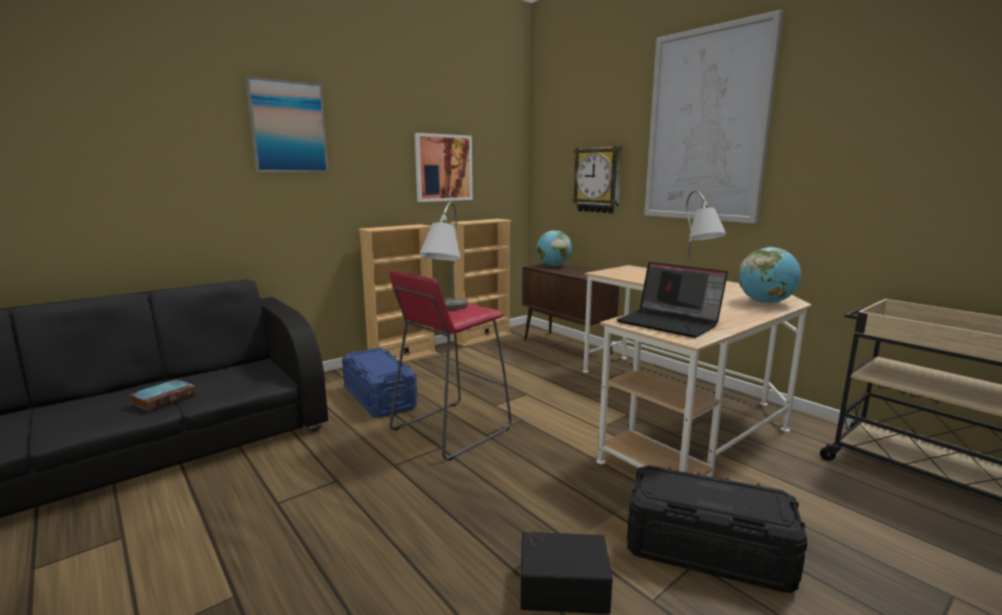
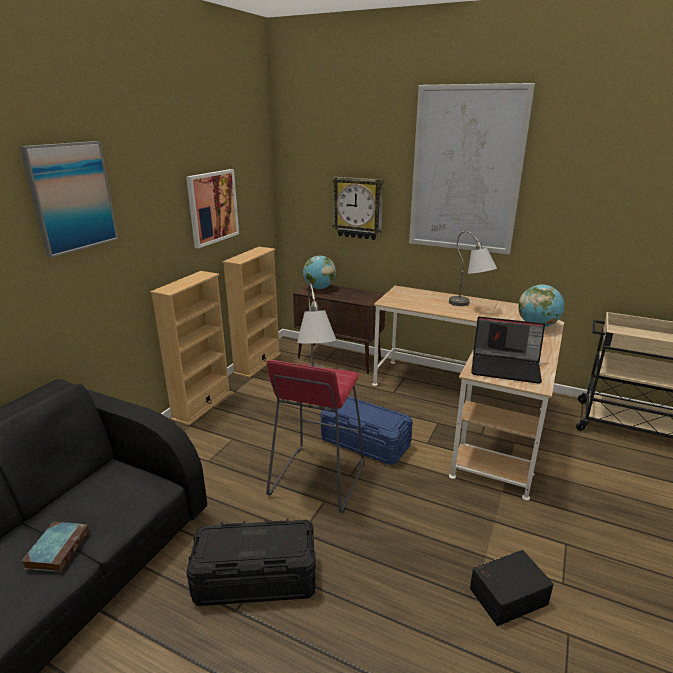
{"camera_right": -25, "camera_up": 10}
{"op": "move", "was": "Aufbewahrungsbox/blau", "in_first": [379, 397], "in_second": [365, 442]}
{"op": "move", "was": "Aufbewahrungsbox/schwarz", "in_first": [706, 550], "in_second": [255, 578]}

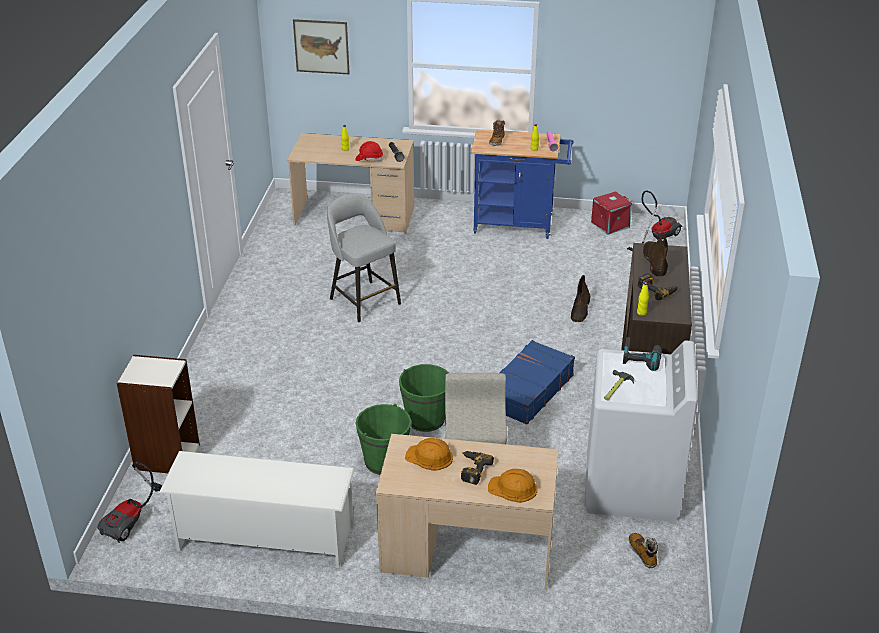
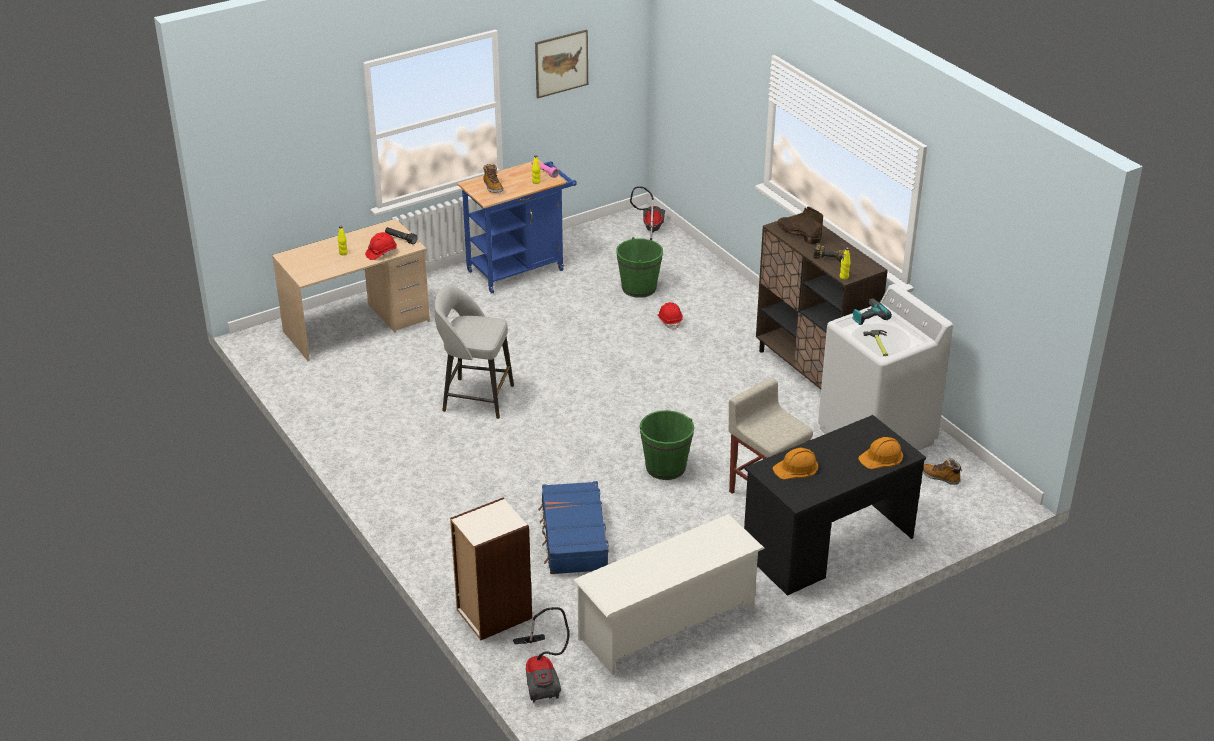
{"camera_right": -40, "camera_up": 0}
{"op": "move", "was": "Bild", "in_first": [321, 46], "in_second": [561, 63]}
{"op": "delete", "was": "Aufbewahrungsbox/rot", "in_first": [610, 224]}
{"op": "replace", "was": "Stiefel/braun", "now": "Schutzhelm/rot", "in_first": [580, 311], "in_second": [669, 321]}
{"op": "move", "was": "Koffer/blau", "in_first": [528, 391], "in_second": [573, 538]}
{"op": "move", "was": "Eimer/grün", "in_first": [385, 461], "in_second": [639, 288]}
{"op": "recolor", "was": "Schreibtisch/beige", "now": "Schreibtisch/schwarz", "in_first": [467, 552], "in_second": [827, 545]}
{"op": "delete", "was": "Bohrmaschine", "in_first": [471, 469]}

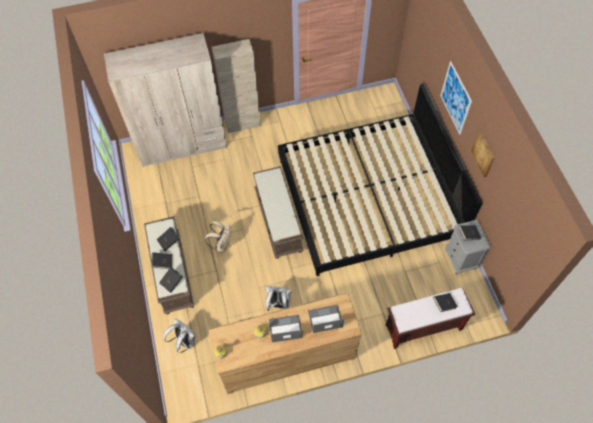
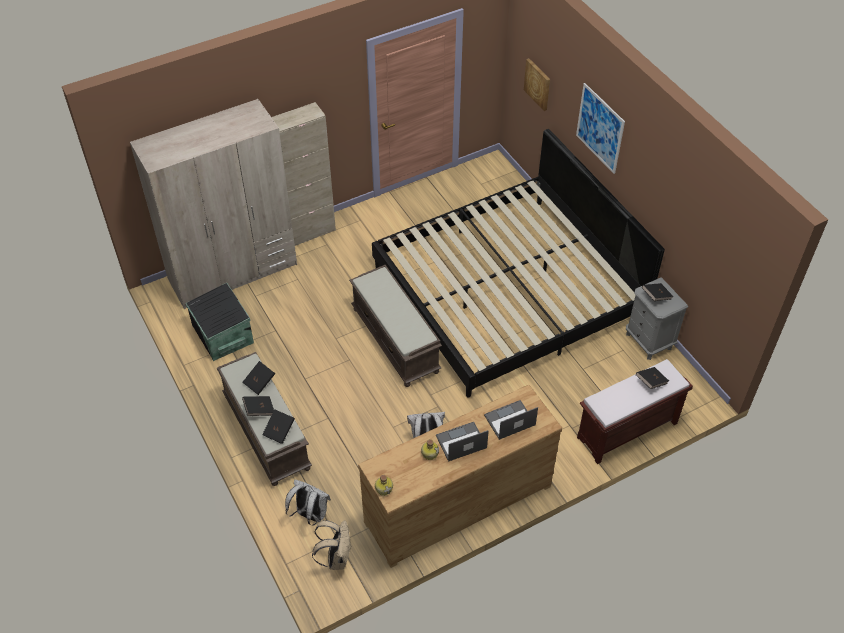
{"camera_right": -15, "camera_up": -10}
{"op": "move", "was": "Bild", "in_first": [483, 153], "in_second": [538, 84]}
{"op": "move", "was": "Rucksack/beige", "in_first": [222, 244], "in_second": [336, 557]}
{"op": "insert", "now": "Aufbewahrungsbox/schwarz", "in_second": [222, 335]}

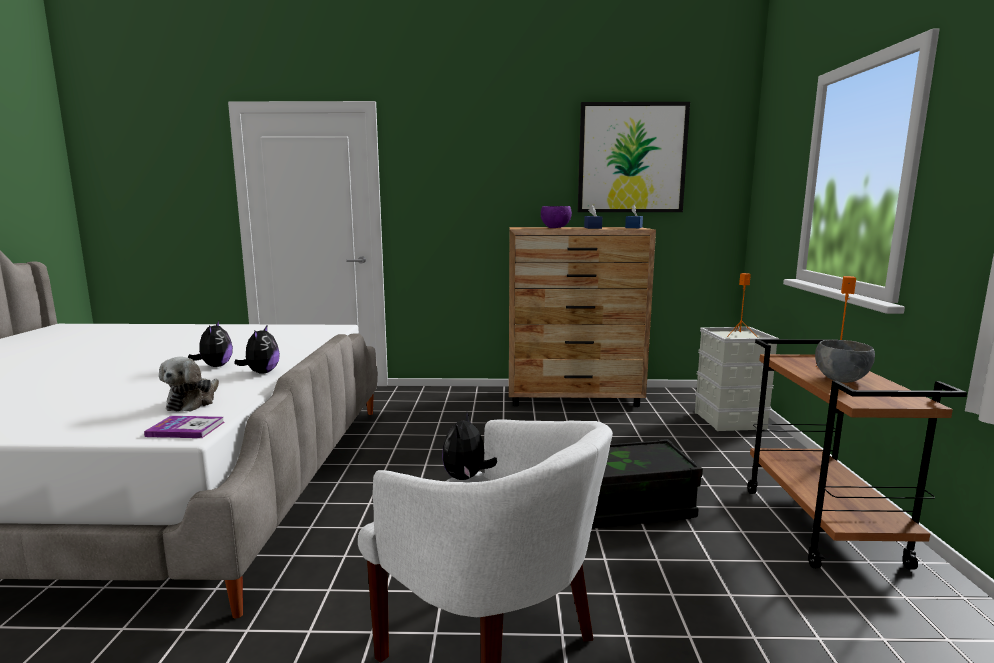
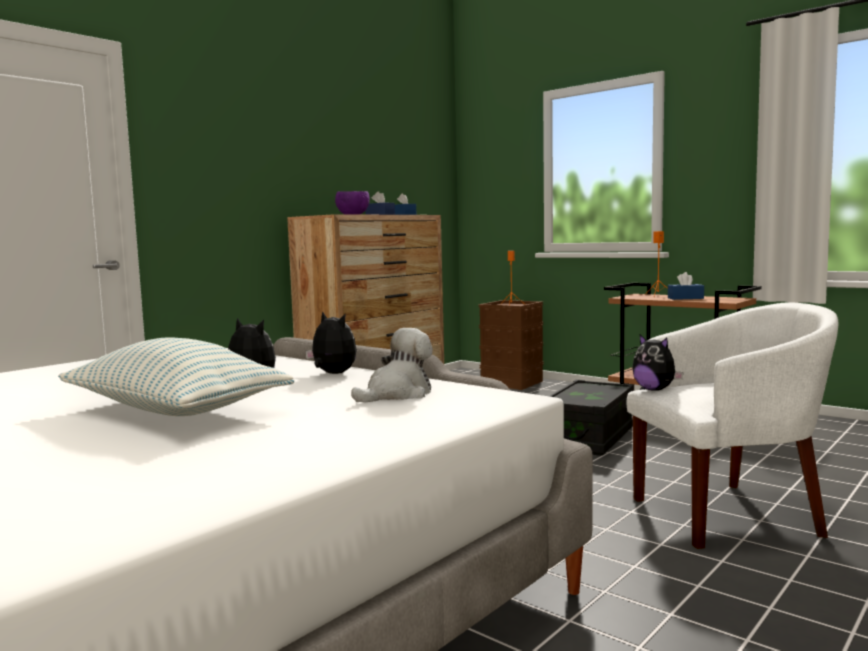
{"camera_right": -50, "camera_up": -5}
{"op": "delete", "was": "Bild", "in_first": [631, 158]}
{"op": "recolor", "was": "Aufbewahrungsbox/grau", "now": "Aufbewahrungsbox/braun", "in_first": [730, 420], "in_second": [512, 383]}
{"op": "replace", "was": "Schüssel/grau", "now": "Taschentuchbox/blau", "in_first": [840, 379], "in_second": [685, 298]}
{"op": "rotate", "was": "Plüschtier", "in_first": [193, 402], "in_second": [397, 394], "clockwise": -90}
{"op": "delete", "was": "Buch", "in_first": [186, 429]}
{"op": "insert", "now": "Kissen", "in_second": [175, 411]}

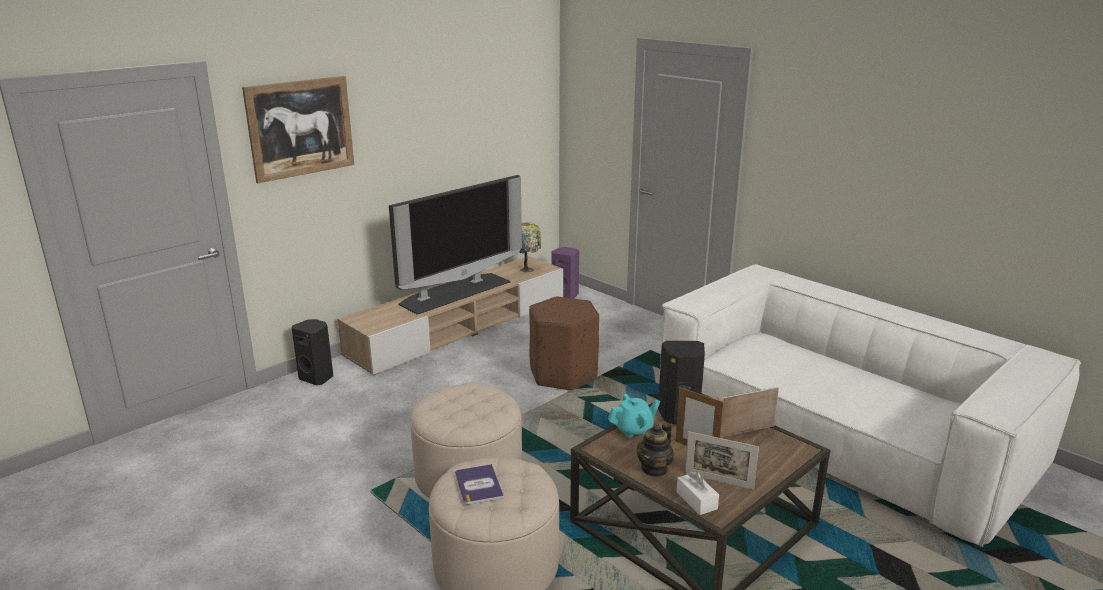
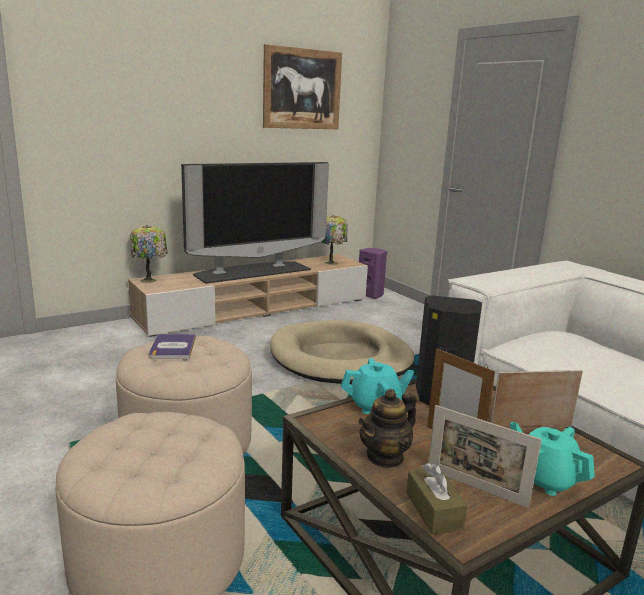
{"camera_right": 10, "camera_up": -5}
{"op": "move", "was": "Bild", "in_first": [300, 128], "in_second": [302, 89]}
{"op": "replace", "was": "Polsterhocker/braun", "now": "Hundebett/beige", "in_first": [563, 374], "in_second": [341, 359]}
{"op": "delete", "was": "Lautsprecher/schwarz", "in_first": [317, 378]}
{"op": "move", "was": "Buch", "in_first": [478, 485], "in_second": [173, 347]}
{"op": "recolor", "was": "Taschentuchbox/weiß", "now": "Taschentuchbox/braun", "in_first": [696, 500], "in_second": [433, 510]}
{"op": "insert", "now": "Tischlampe", "in_second": [149, 280]}
{"op": "insert", "now": "Teekanne/türkis", "in_second": [544, 479]}

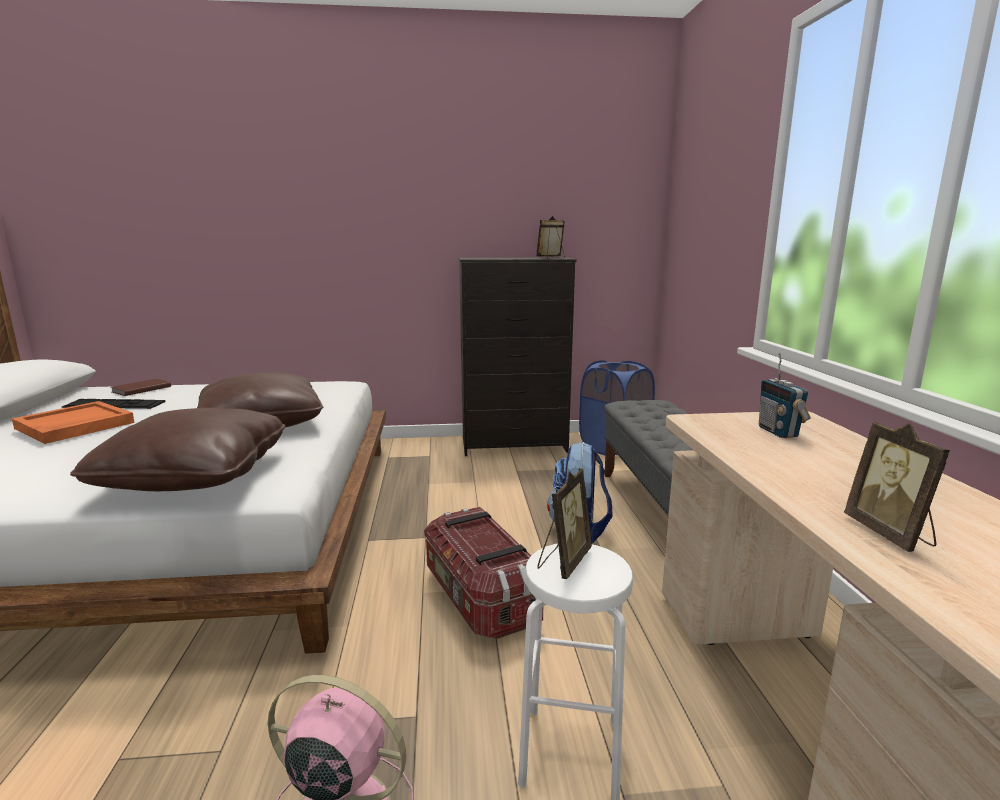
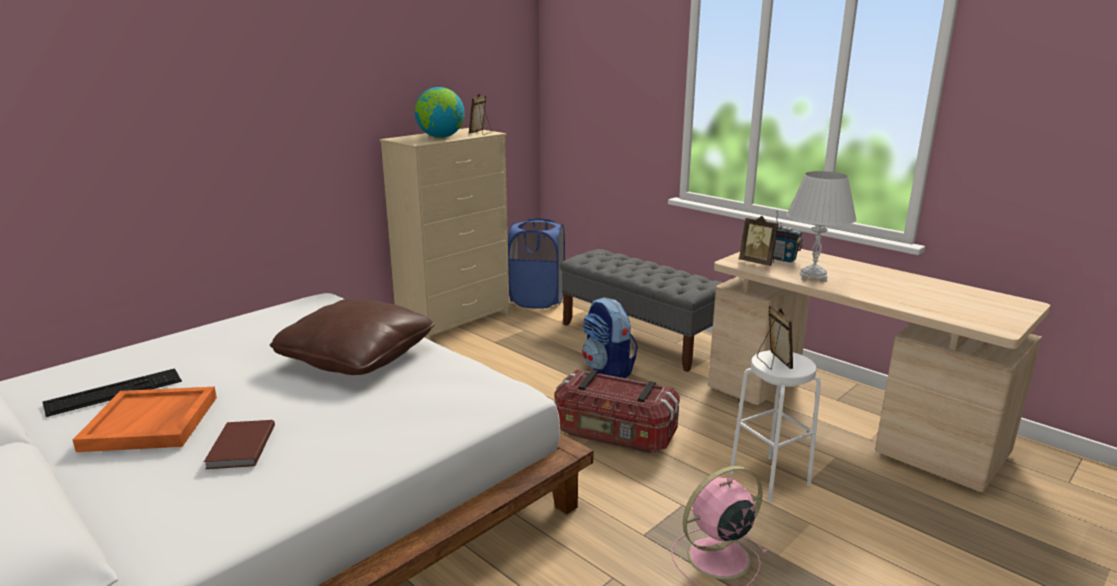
{"camera_right": -40, "camera_up": 5}
{"op": "recolor", "was": "Kommode/schwarz", "now": "Kommode/beige", "in_first": [515, 445], "in_second": [455, 321]}
{"op": "move", "was": "Buch/braun", "in_first": [140, 389], "in_second": [239, 447]}
{"op": "delete", "was": "Kissen/braun", "in_first": [195, 475]}
{"op": "move", "was": "Bilderrahmen", "in_first": [890, 534], "in_second": [758, 262]}
{"op": "insert", "now": "Globus", "in_second": [440, 137]}
{"op": "insert", "now": "Tischlampe/weiß", "in_second": [813, 277]}

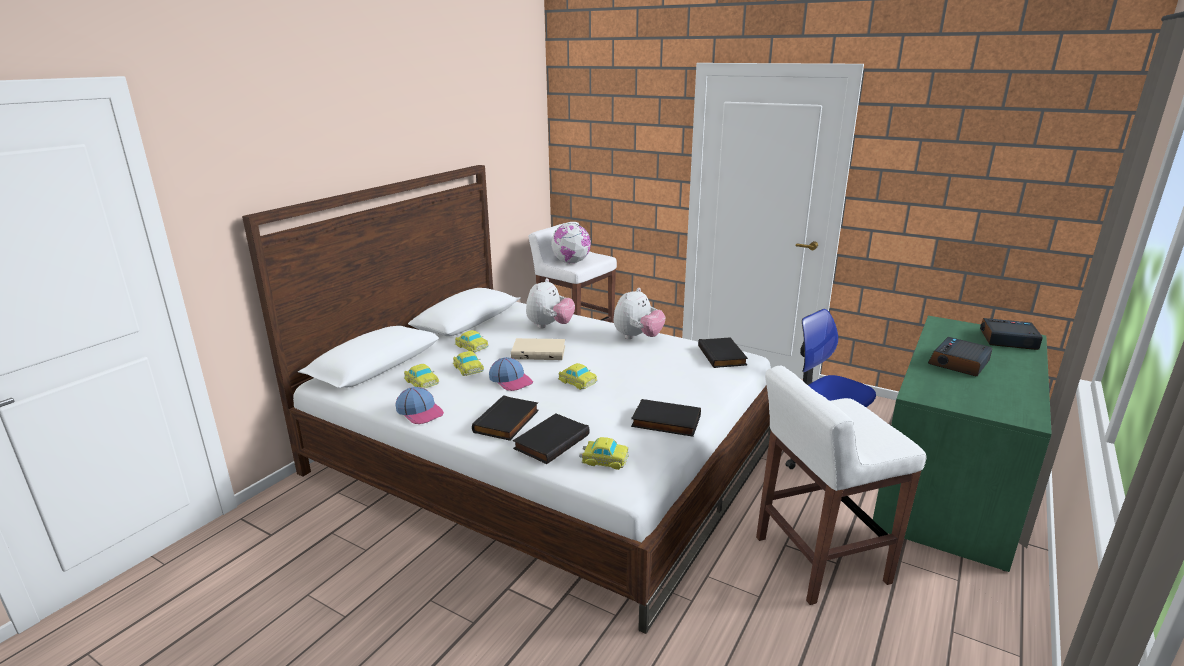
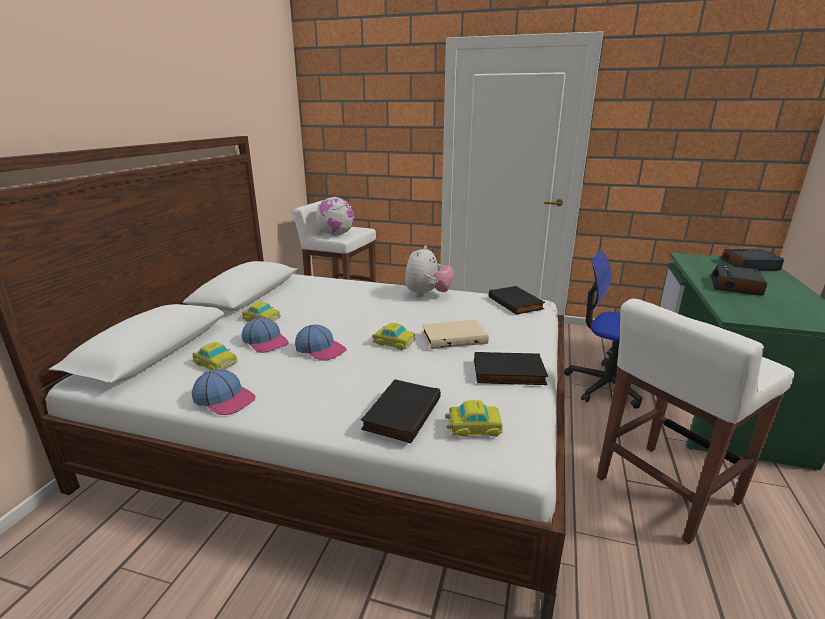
{"camera_right": -15, "camera_up": 0}
{"op": "delete", "was": "Plüschtier", "in_first": [550, 326]}
{"op": "move", "was": "Buch/beige", "in_first": [539, 352], "in_second": [454, 337]}
{"op": "replace", "was": "Spielzeugauto", "now": "Kappe", "in_first": [468, 368], "in_second": [266, 341]}
{"op": "delete", "was": "Buch/schwarz", "in_first": [507, 422]}

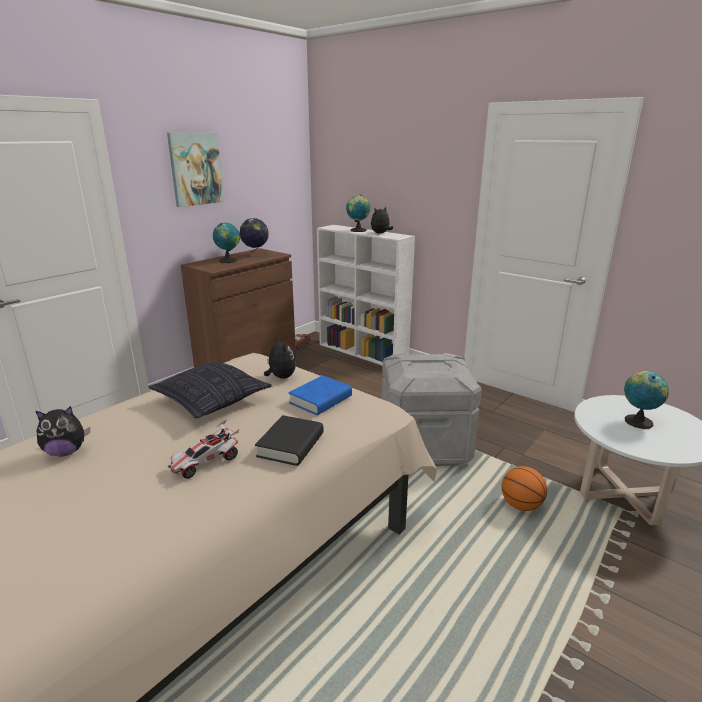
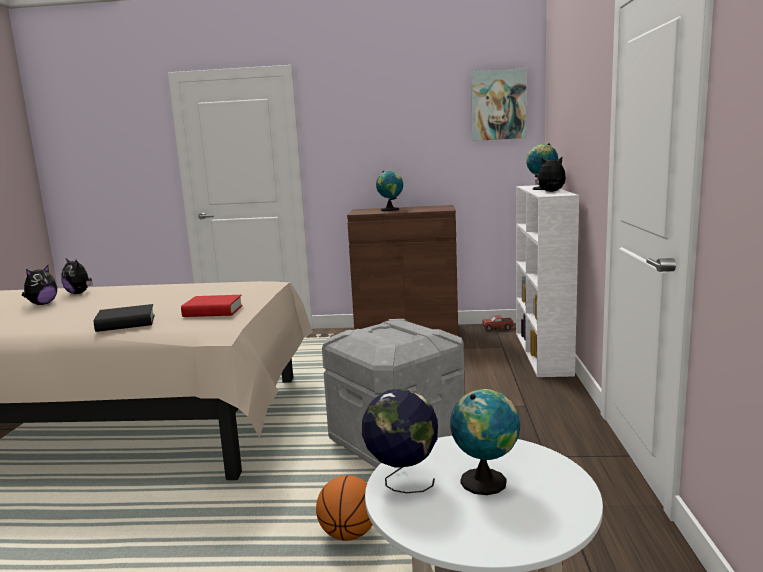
{"camera_right": 55, "camera_up": -10}
{"op": "move", "was": "Bild", "in_first": [195, 169], "in_second": [498, 105]}
{"op": "move", "was": "Globus", "in_first": [255, 255], "in_second": [402, 481]}
{"op": "move", "was": "Plüschtier", "in_first": [281, 377], "in_second": [42, 304]}
{"op": "delete", "was": "Kissen", "in_first": [211, 401]}
{"op": "recolor", "was": "Buch/blau", "now": "Buch/rot", "in_first": [320, 400], "in_second": [213, 311]}
{"op": "delete", "was": "Spielzeugauto", "in_first": [206, 463]}

